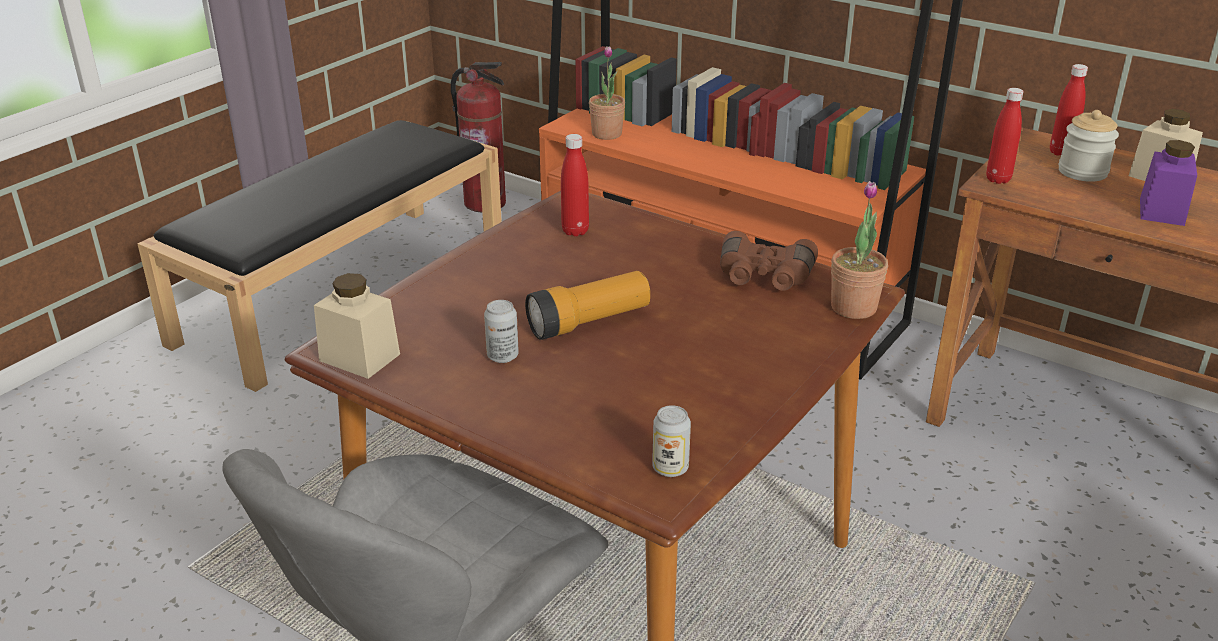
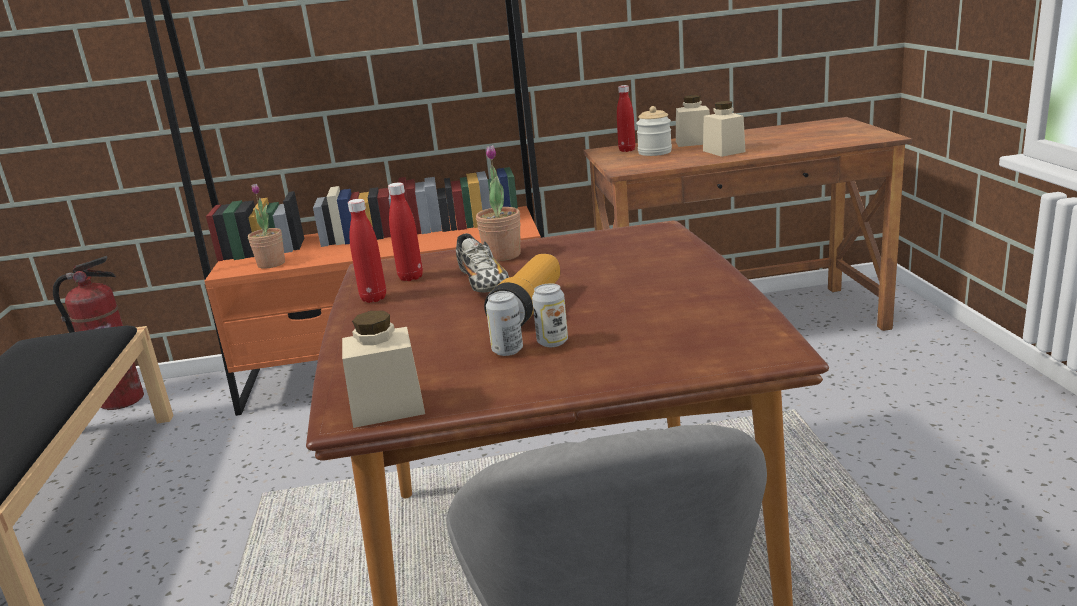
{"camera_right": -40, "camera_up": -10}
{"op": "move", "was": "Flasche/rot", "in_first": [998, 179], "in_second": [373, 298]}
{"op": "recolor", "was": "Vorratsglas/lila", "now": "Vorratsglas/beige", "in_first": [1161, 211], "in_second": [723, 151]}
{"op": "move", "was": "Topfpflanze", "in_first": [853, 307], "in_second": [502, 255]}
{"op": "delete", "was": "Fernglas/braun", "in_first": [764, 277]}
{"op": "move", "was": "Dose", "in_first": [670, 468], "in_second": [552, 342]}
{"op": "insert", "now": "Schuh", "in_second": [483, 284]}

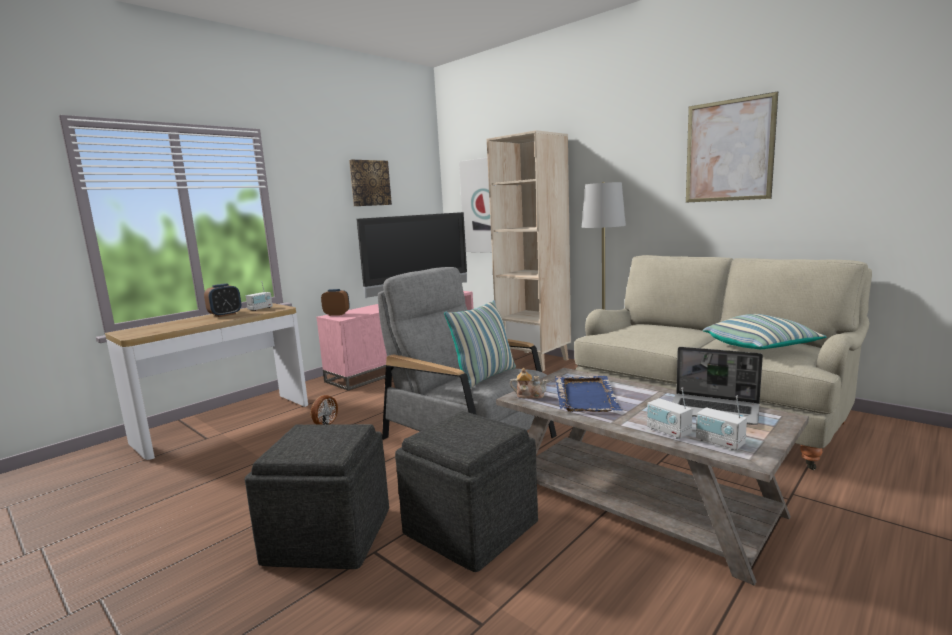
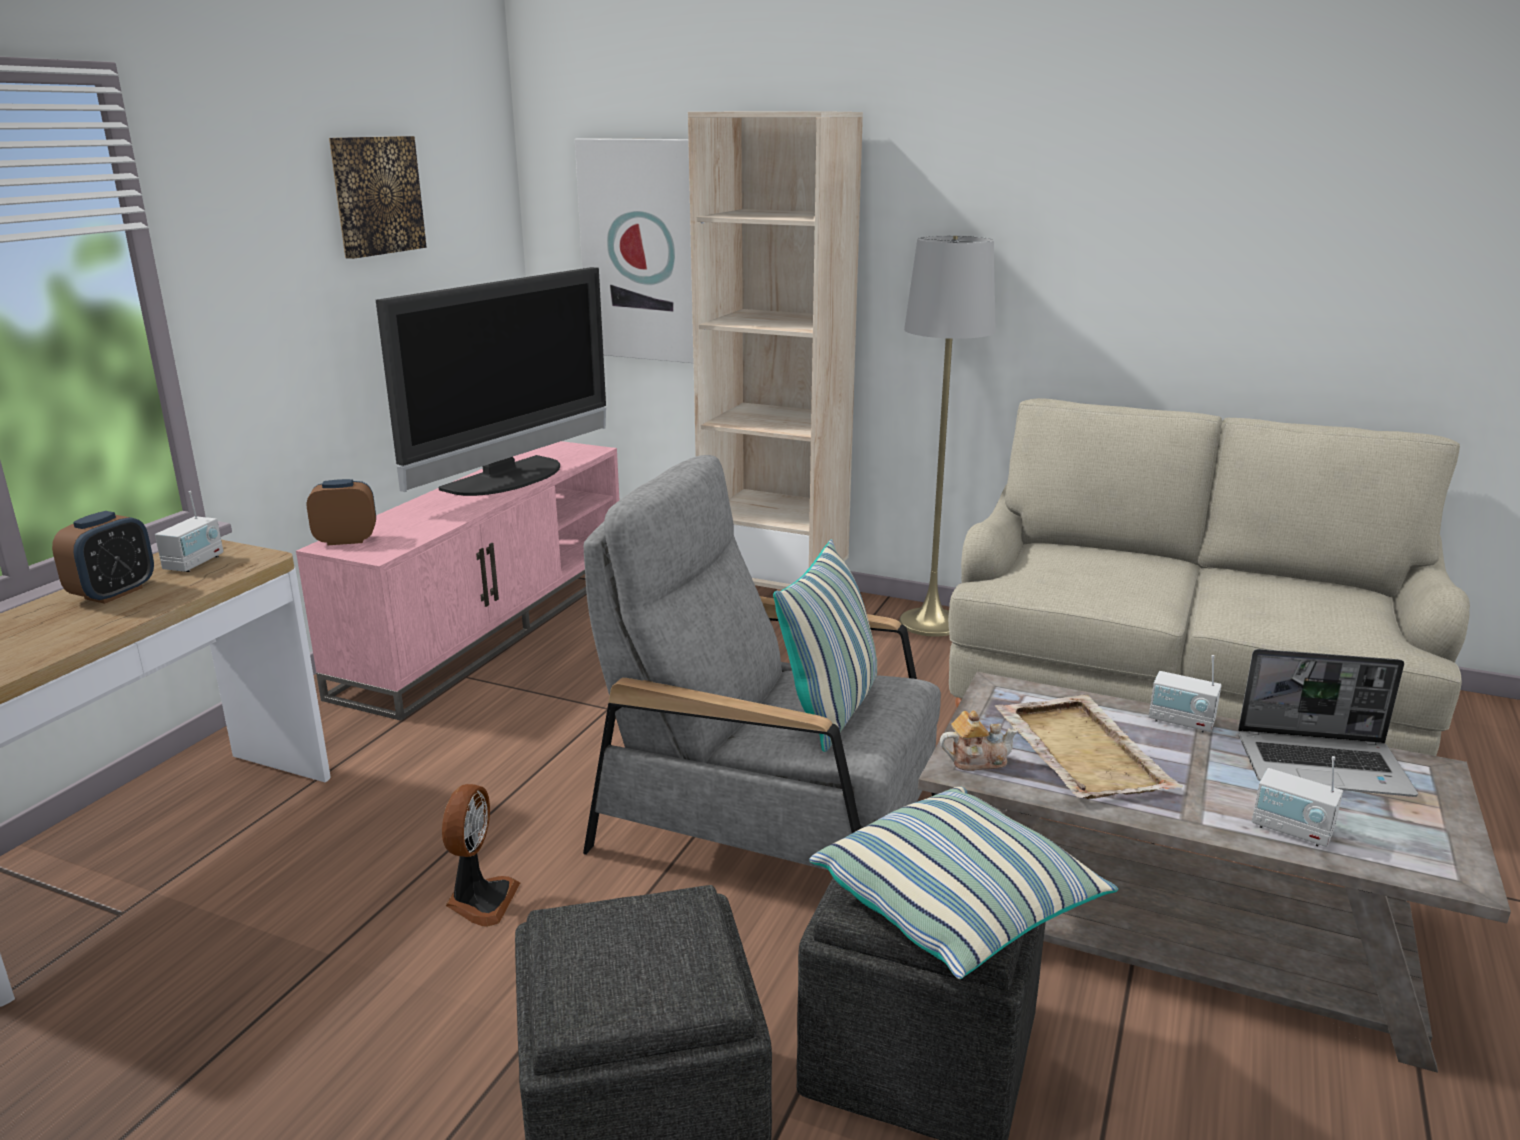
{"camera_right": -20, "camera_up": 10}
{"op": "delete", "was": "Bild", "in_first": [728, 151]}
{"op": "move", "was": "Kissen", "in_first": [760, 348], "in_second": [958, 907]}
{"op": "recolor", "was": "Tablett/blau", "now": "Tablett/beige", "in_first": [585, 396], "in_second": [1081, 750]}
{"op": "move", "was": "Radio", "in_first": [720, 442], "in_second": [1181, 721]}

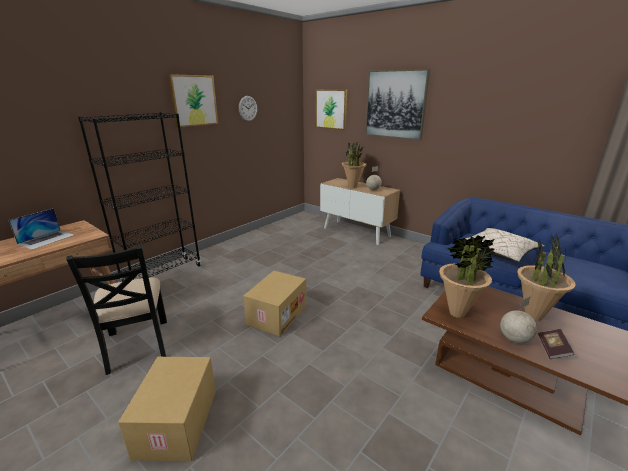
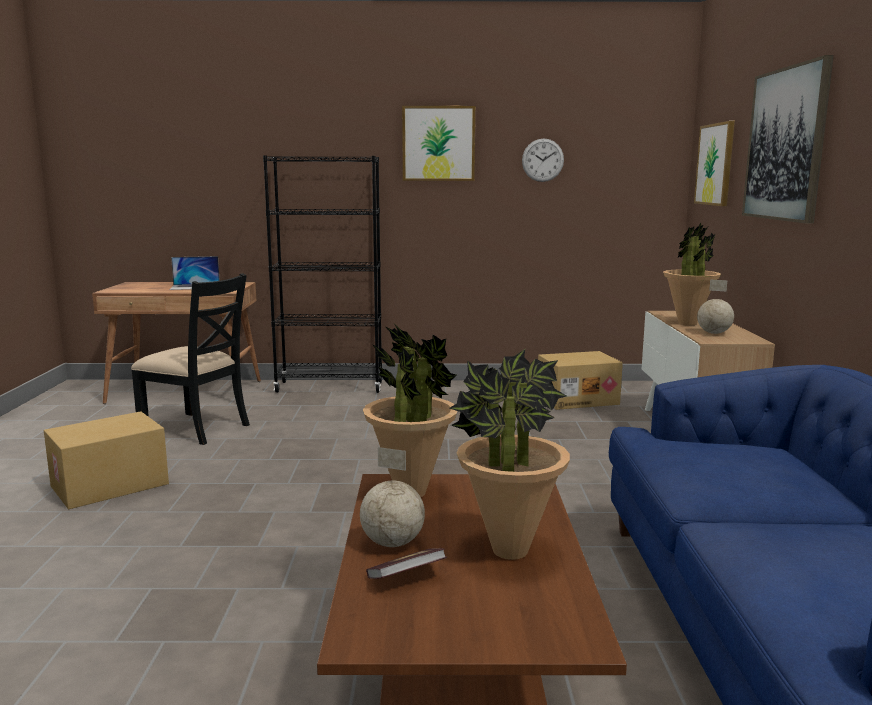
{"camera_right": 50, "camera_up": -10}
{"op": "delete", "was": "Kissen/beige", "in_first": [499, 252]}
{"op": "rotate", "was": "Stuhl/schwarz", "in_first": [137, 345], "in_second": [196, 428], "clockwise": -90}
{"op": "move", "was": "Karton", "in_first": [276, 314], "in_second": [577, 399]}

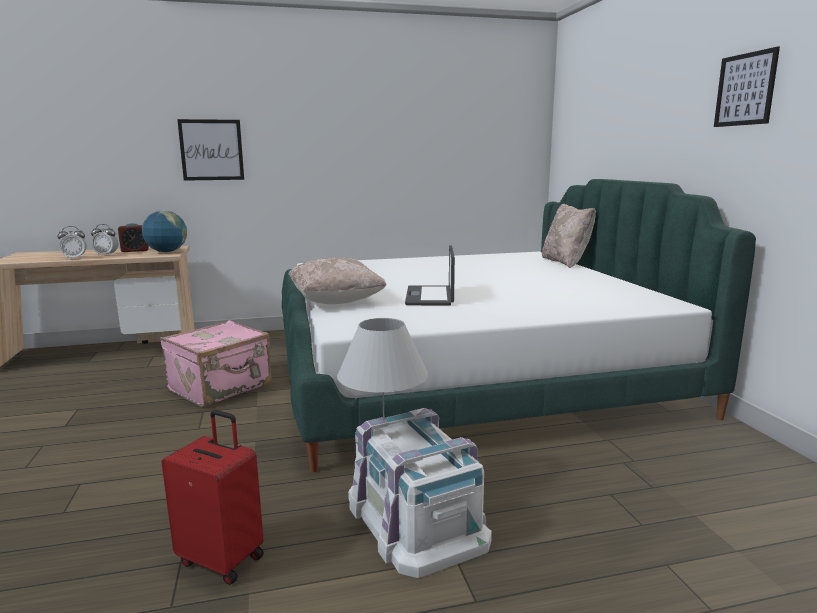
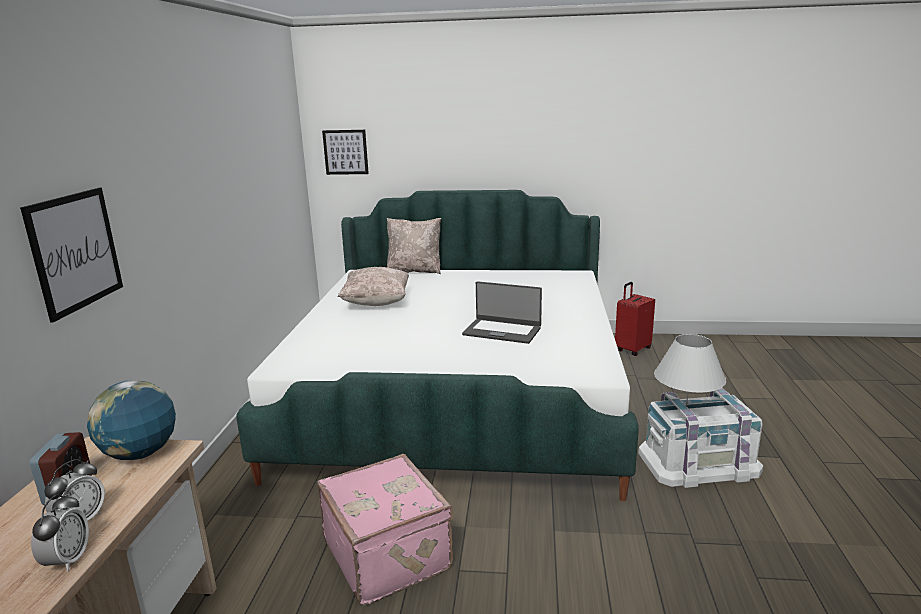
{"camera_right": -70, "camera_up": 5}
{"op": "move", "was": "Bild", "in_first": [745, 89], "in_second": [345, 152]}
{"op": "move", "was": "Kissen/beige", "in_first": [336, 301], "in_second": [376, 302]}
{"op": "move", "was": "Koffer/rot", "in_first": [223, 559], "in_second": [632, 349]}

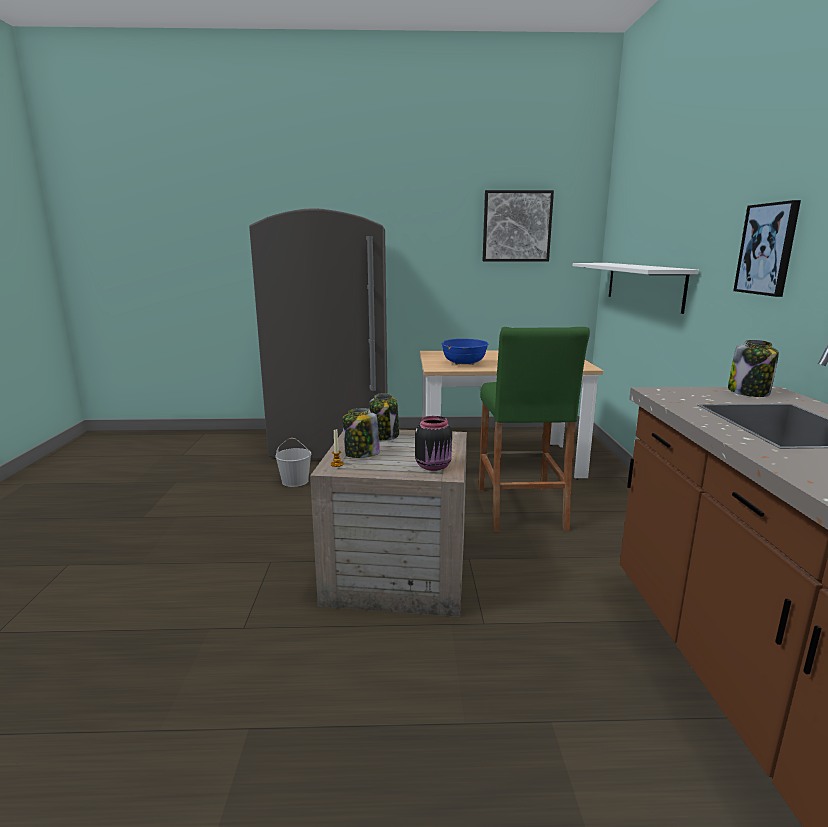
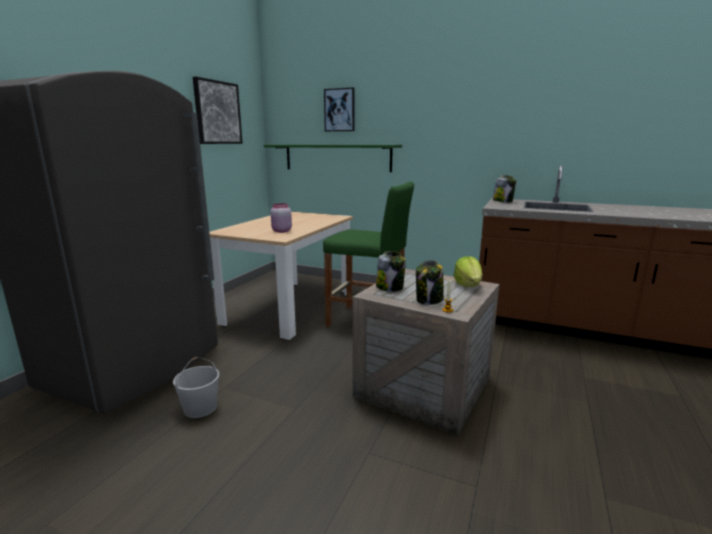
{"camera_right": -65, "camera_up": 0}
{"op": "move", "was": "Bild", "in_first": [767, 249], "in_second": [339, 110]}
{"op": "recolor", "was": "Wandregal/weiß", "now": "Wandregal/grün", "in_first": [643, 284], "in_second": [337, 157]}
{"op": "replace", "was": "Schüssel/blau", "now": "Vorratsglas/rosa", "in_first": [464, 363], "in_second": [281, 231]}
{"op": "replace", "was": "Vorratsglas/schwarz", "now": "Salatkopf", "in_first": [434, 466], "in_second": [468, 285]}

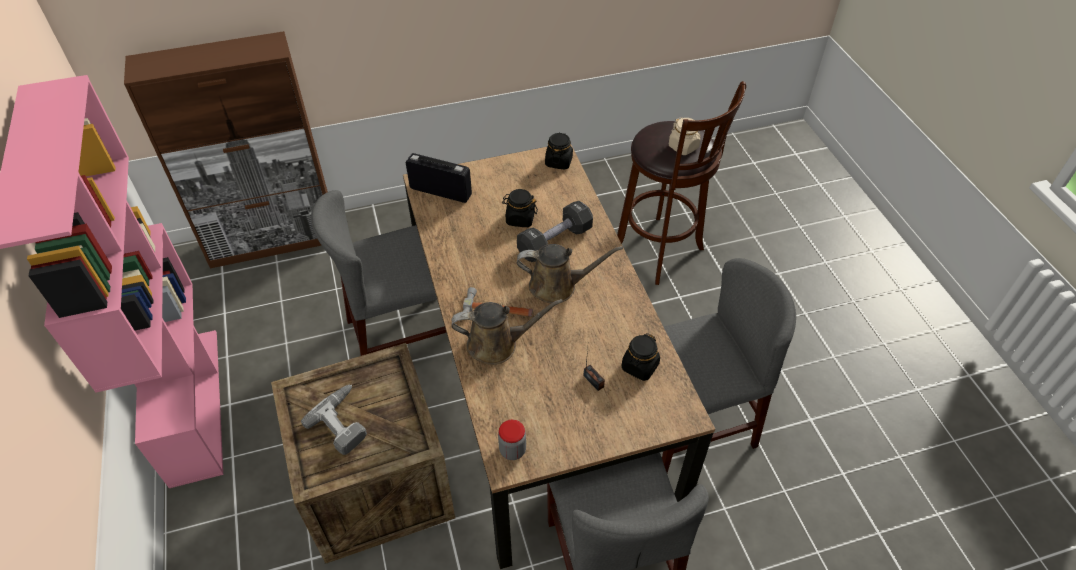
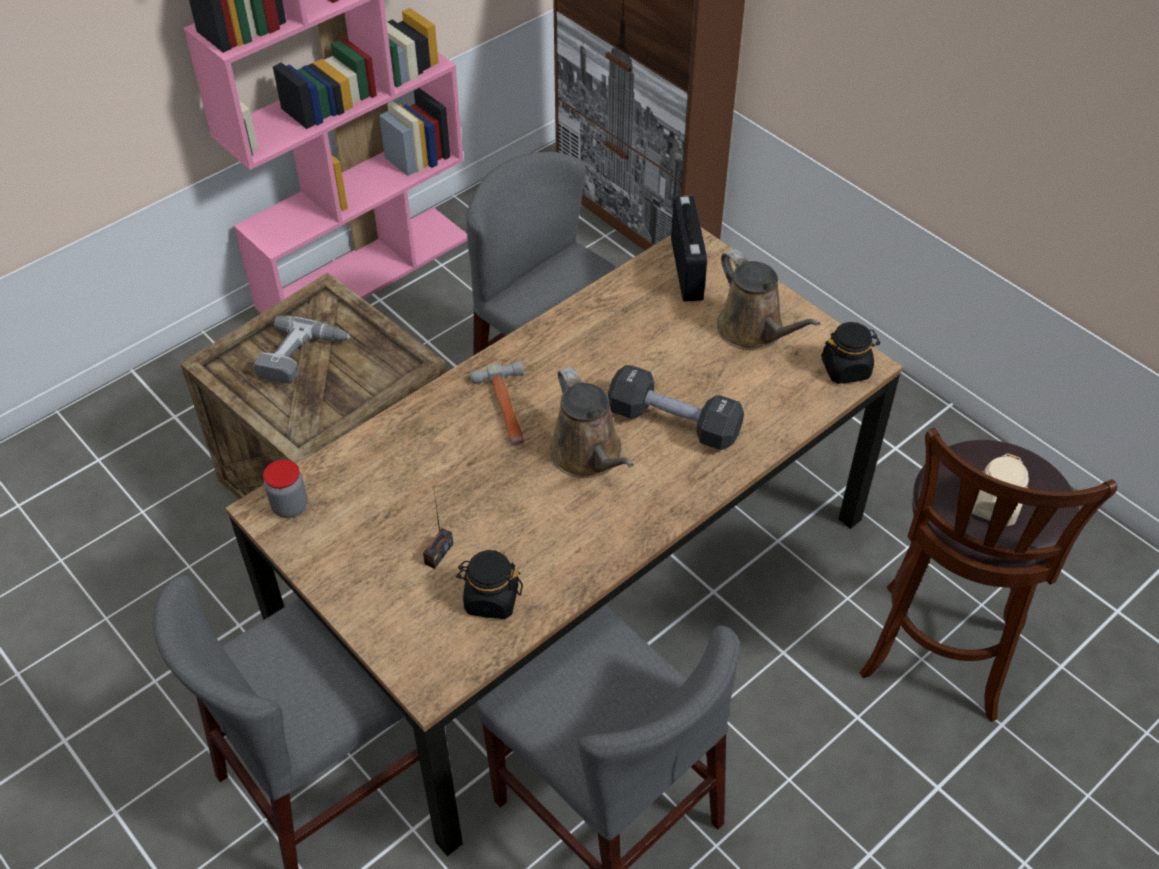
{"camera_right": 65, "camera_up": 0}
{"op": "delete", "was": "Vorratsglas/schwarz", "in_first": [520, 219]}
{"op": "move", "was": "Gießkanne/braun", "in_first": [497, 344], "in_second": [754, 331]}

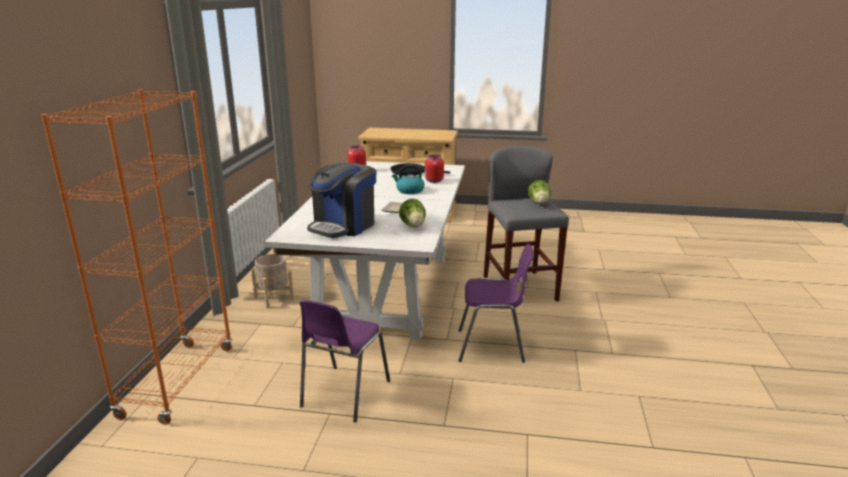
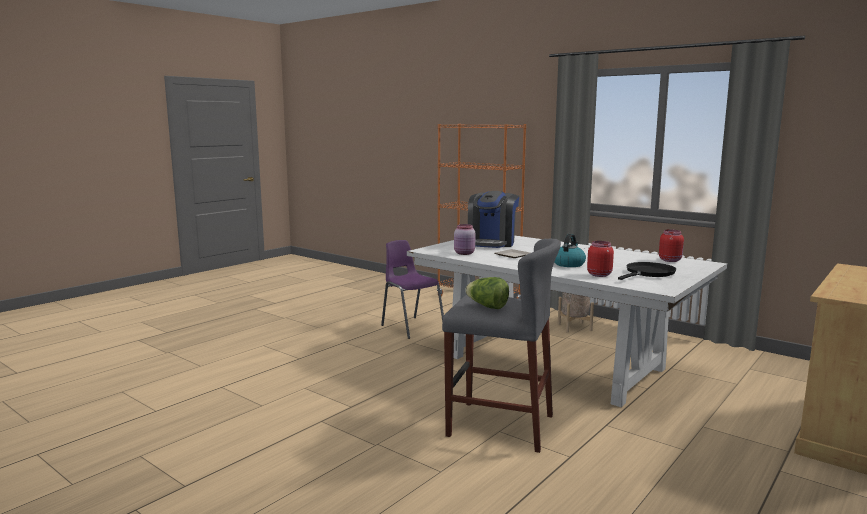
{"camera_right": 120, "camera_up": -10}
{"op": "rotate", "was": "Kaffeemaschine", "in_first": [343, 226], "in_second": [492, 243], "clockwise": -135}
{"op": "replace", "was": "Salatkopf", "now": "Vorratsglas/rosa", "in_first": [413, 226], "in_second": [464, 253]}
{"op": "delete", "was": "Stuhl/lila", "in_first": [492, 347]}

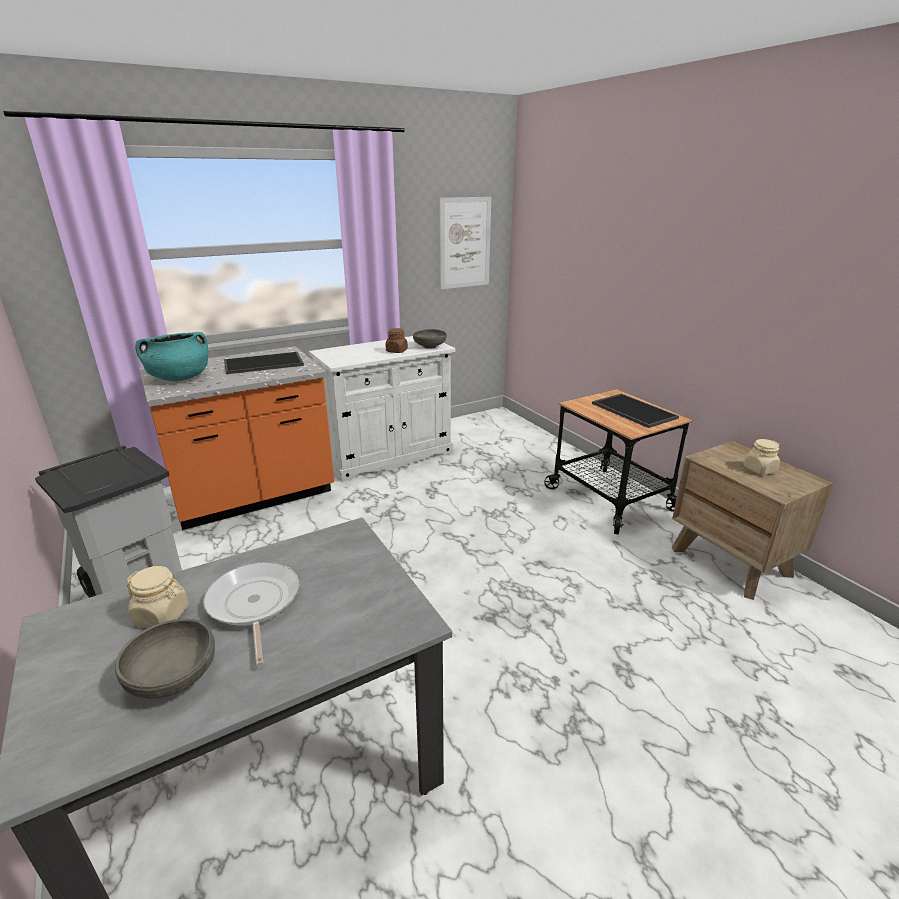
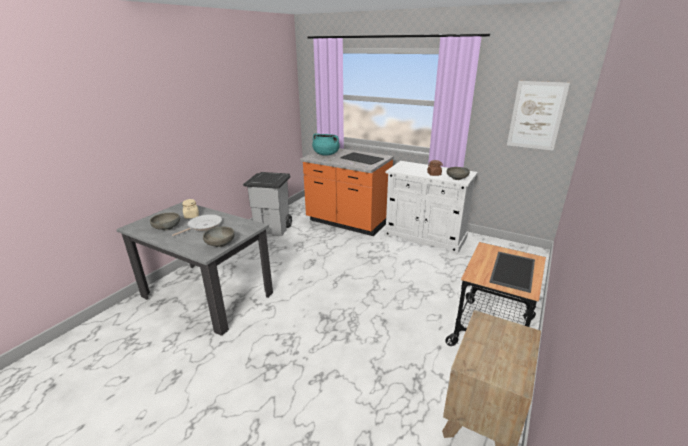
{"camera_right": 60, "camera_up": 0}
{"op": "delete", "was": "Vorratsglas/beige", "in_first": [759, 469]}
{"op": "insert", "now": "Schüssel/grau", "in_second": [220, 243]}

